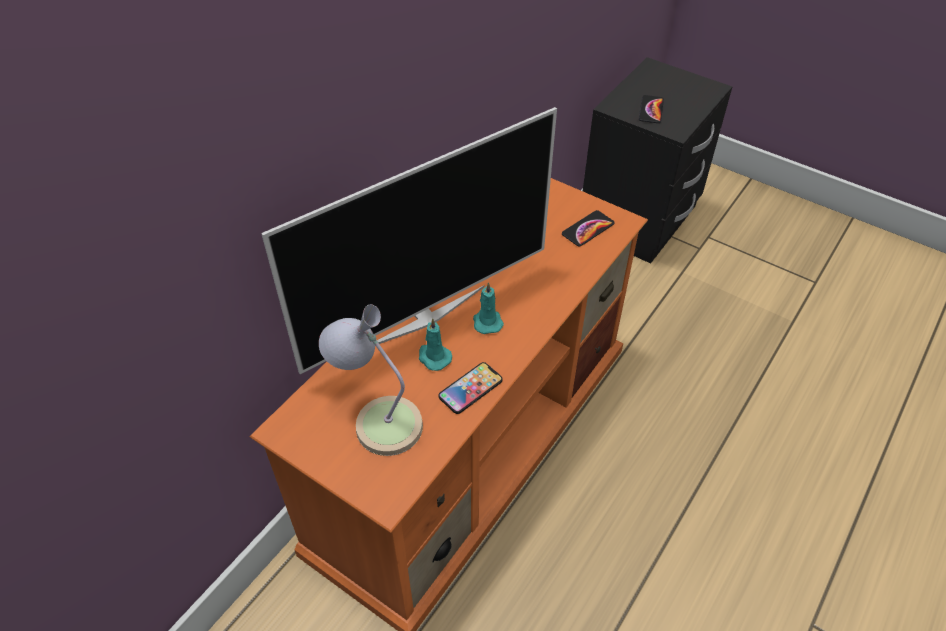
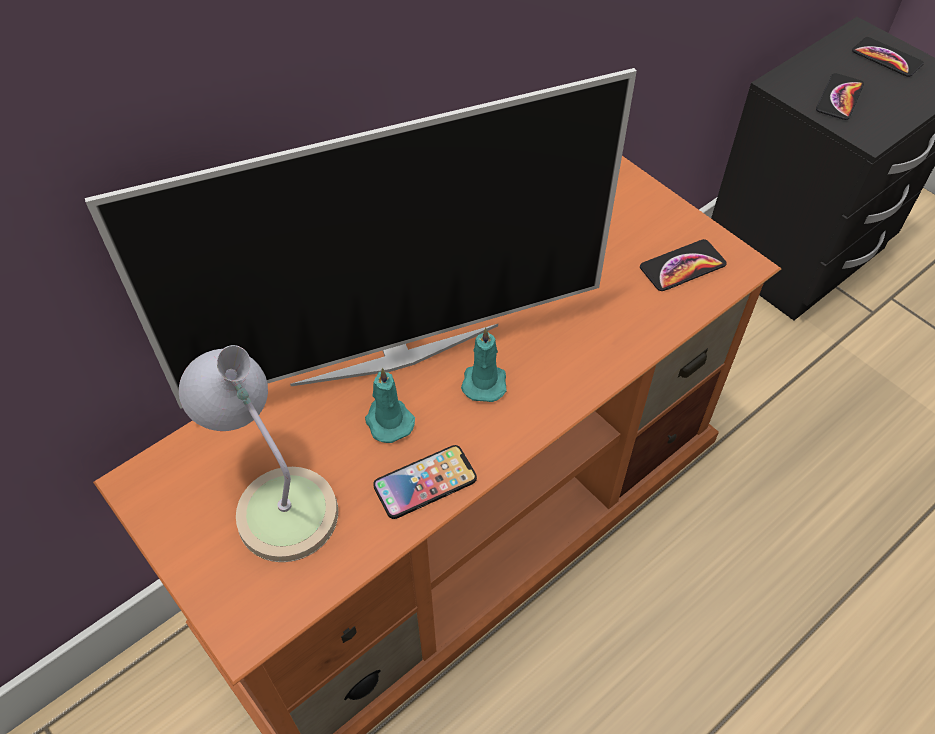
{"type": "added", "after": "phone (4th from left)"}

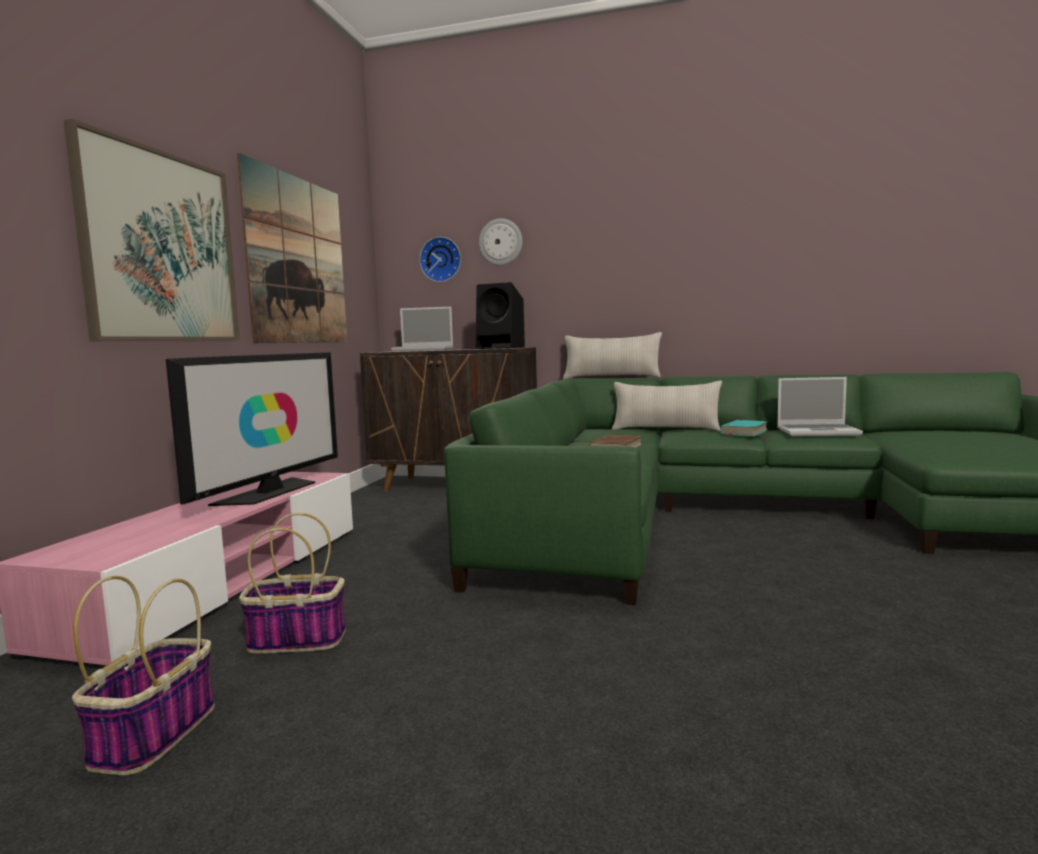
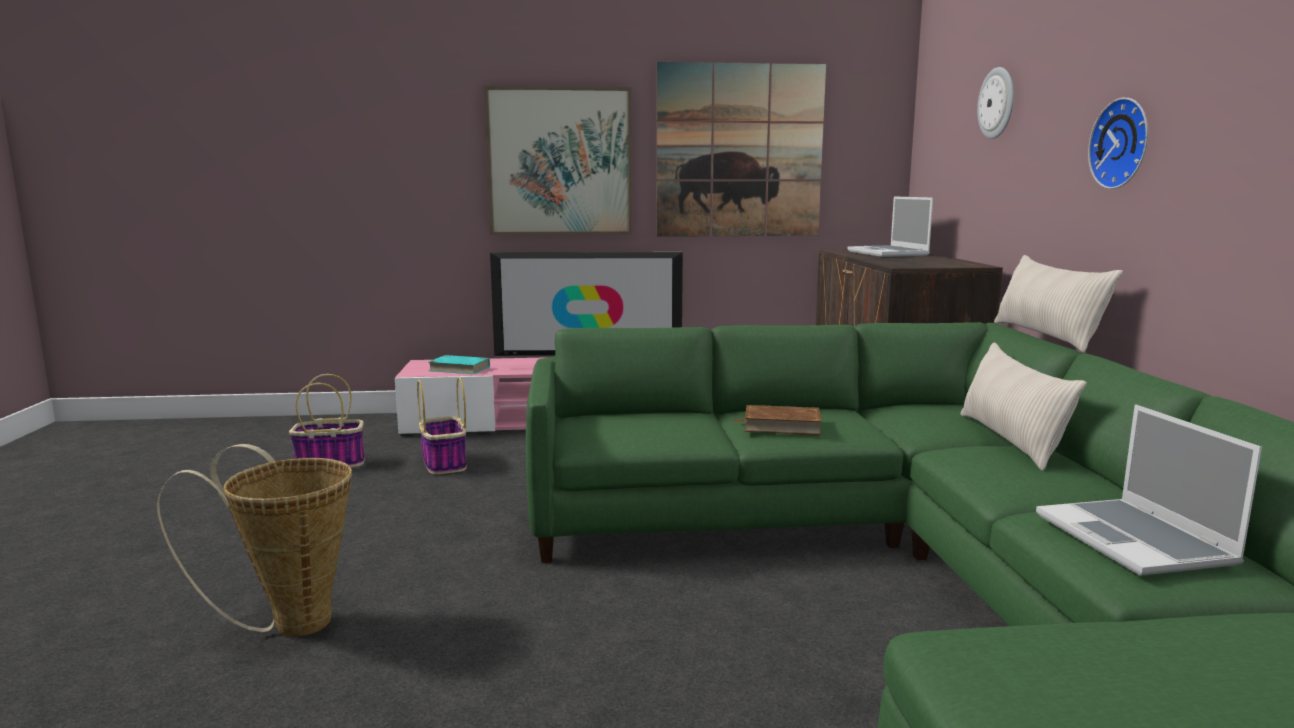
{"type": "moved", "before": "wall clock (1st from left in the first image)", "after": "wall clock (2nd from left)"}
{"type": "removed", "before": "black speaker"}
{"type": "moved", "before": "turquoise book"}
{"type": "added", "after": "basket (1st from left)"}

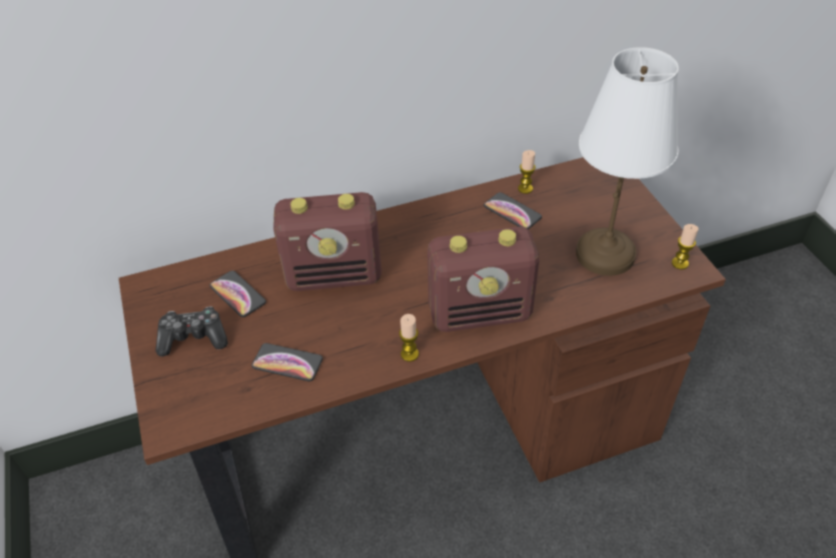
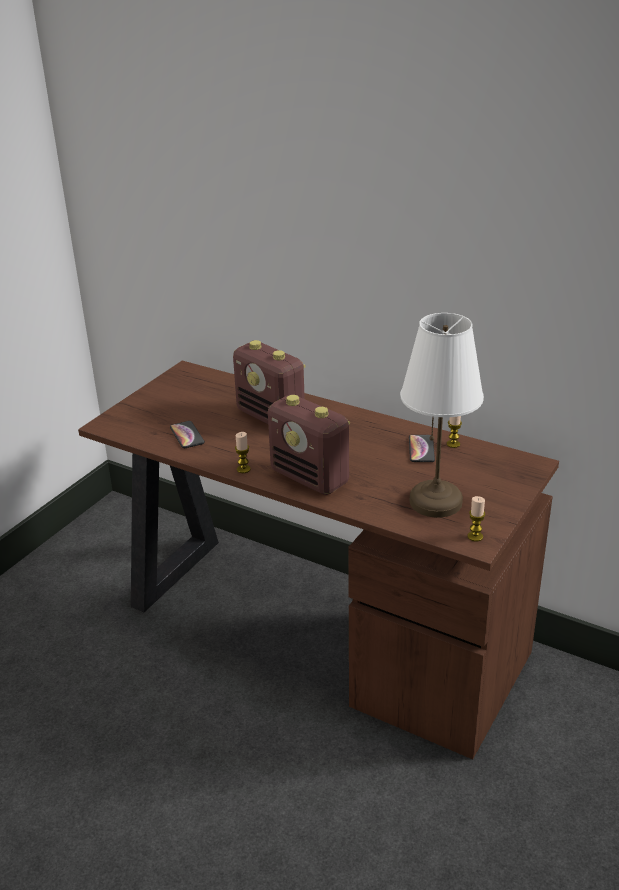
{"type": "removed", "before": "phone (1st from left)"}
{"type": "removed", "before": "game controller"}

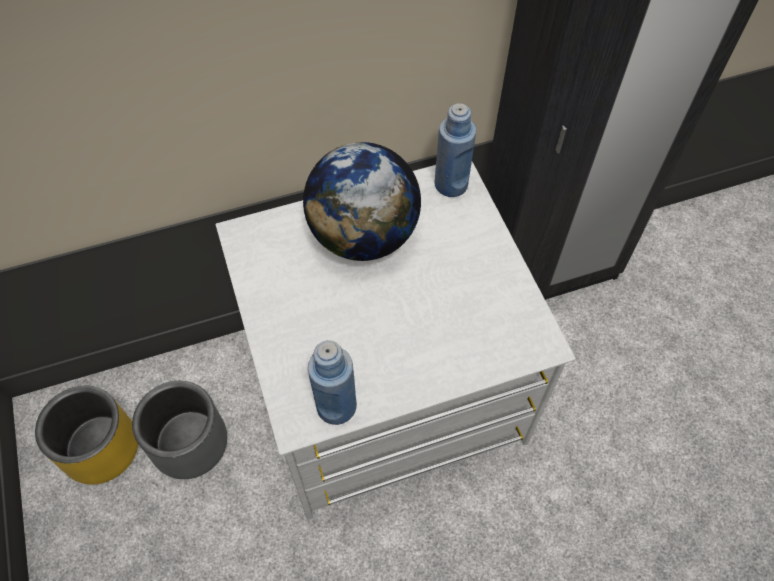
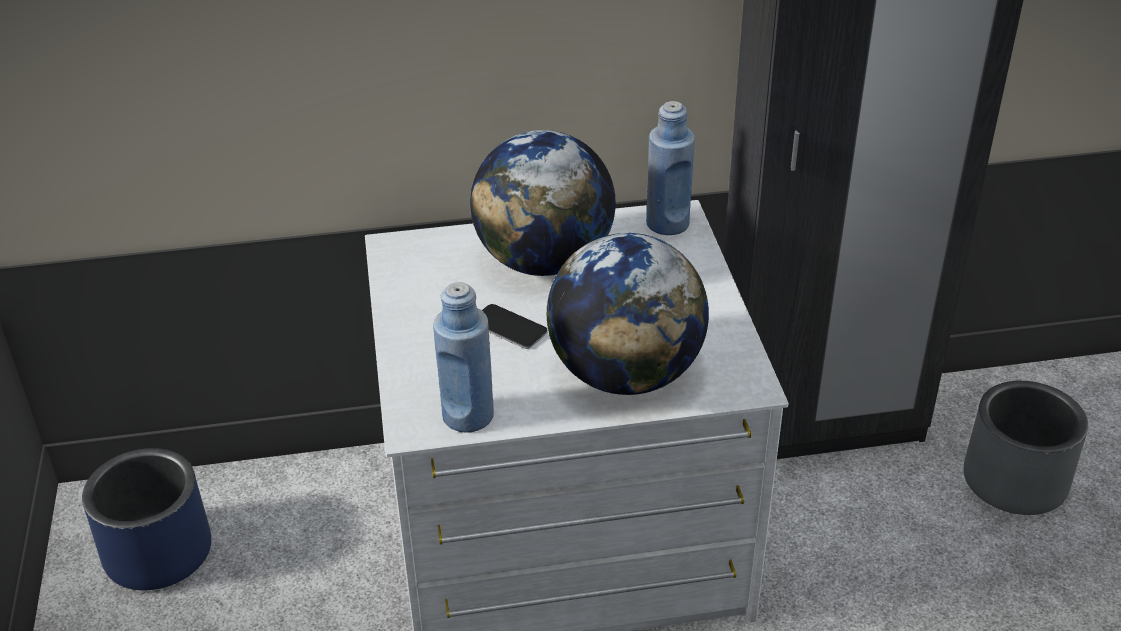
{"type": "moved", "before": "grey planter"}
{"type": "recoloured", "before": "yellow planter", "after": "blue planter"}
{"type": "added", "after": "globe (2nd from left)"}
{"type": "added", "after": "phone"}

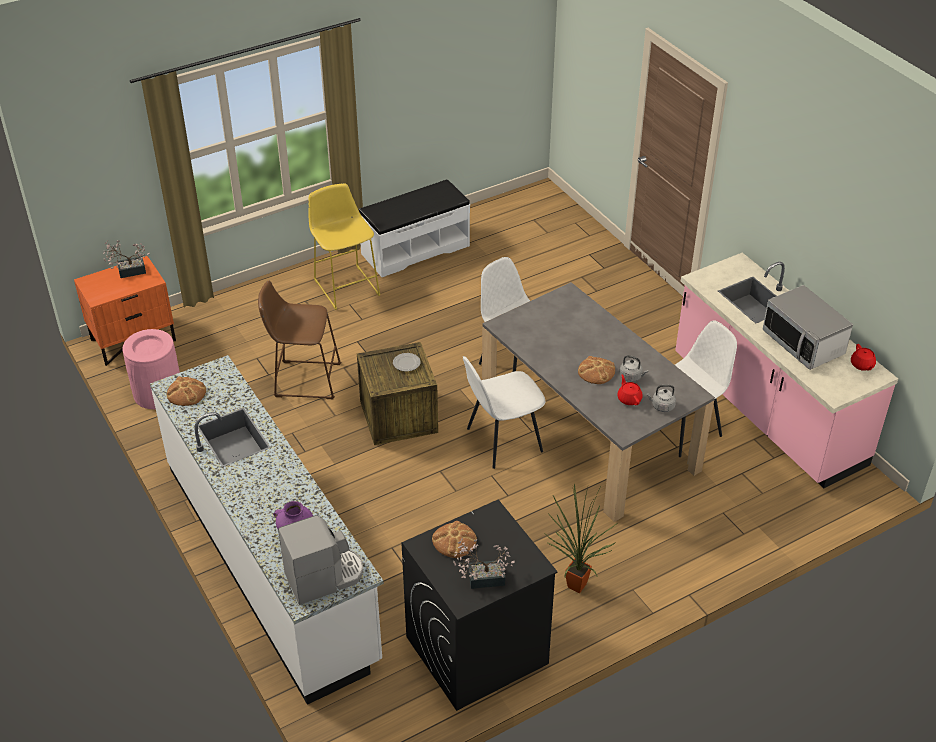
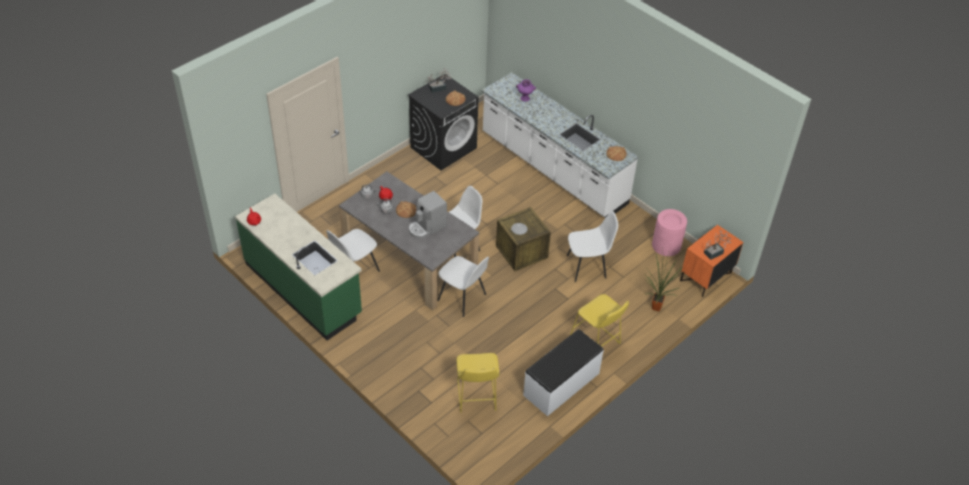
{"type": "recoloured", "before": "pink counter", "after": "green counter"}
{"type": "replaced", "before": "brown stool", "after": "white chair (4th from left)"}
{"type": "removed", "before": "microwave"}
{"type": "moved", "before": "potted plant (3rd from left in the first image)", "after": "potted plant (2nd from left)"}
{"type": "moved", "before": "coffee machine"}
{"type": "added", "after": "yellow stool (1st from left)"}

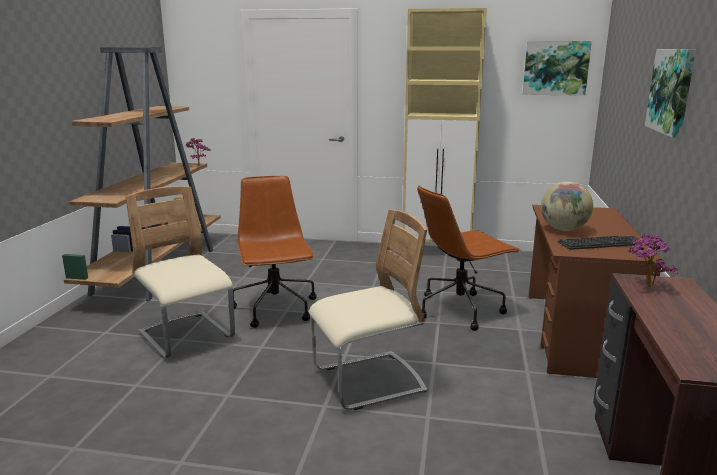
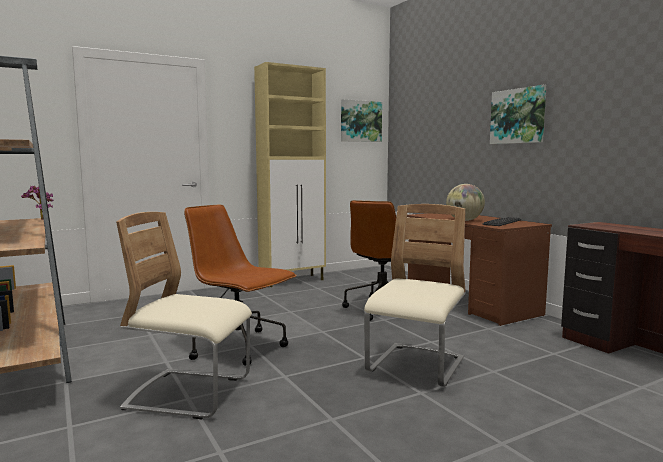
{"type": "removed", "before": "potted plant (2nd from left)"}

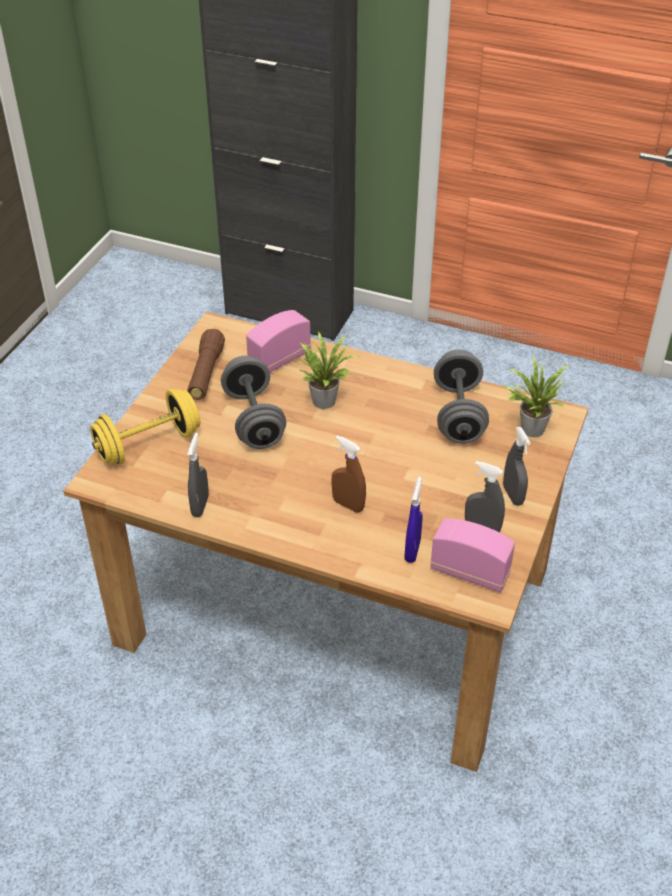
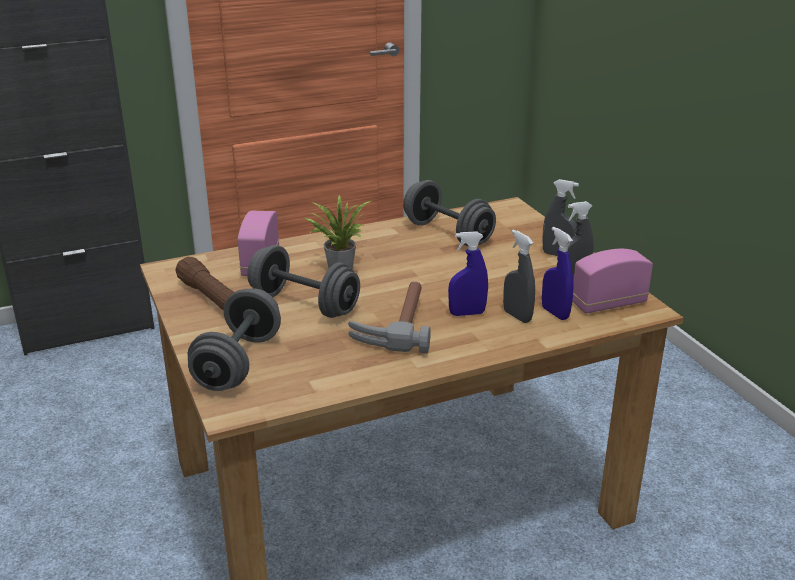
{"type": "removed", "before": "potted plant (2nd from left)"}
{"type": "recoloured", "before": "yellow dumbbell", "after": "grey dumbbell (1st from left)"}
{"type": "moved", "before": "grey spray bottle (1st from left)"}
{"type": "recoloured", "before": "brown spray bottle", "after": "blue spray bottle (1st from left)"}
{"type": "added", "after": "hammer"}

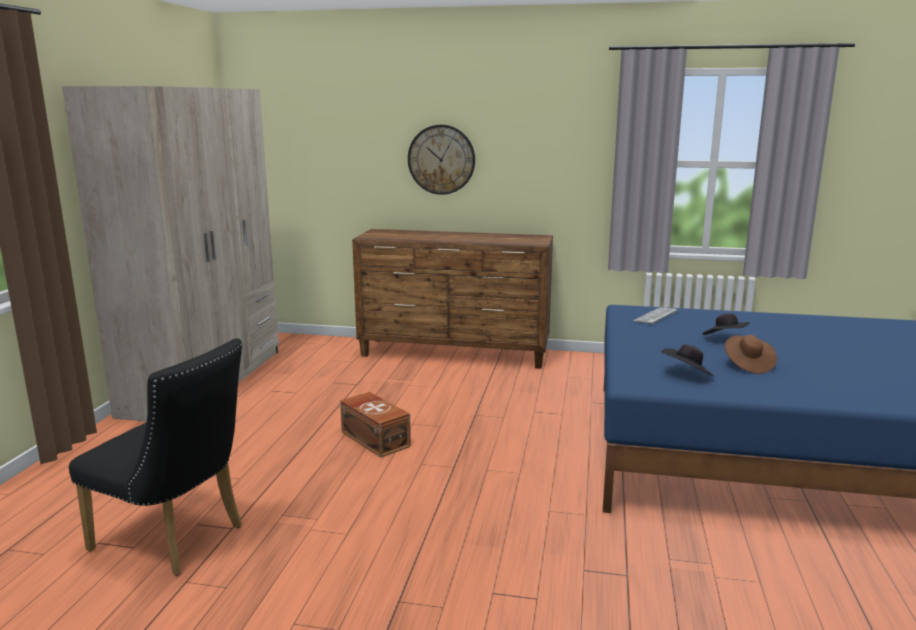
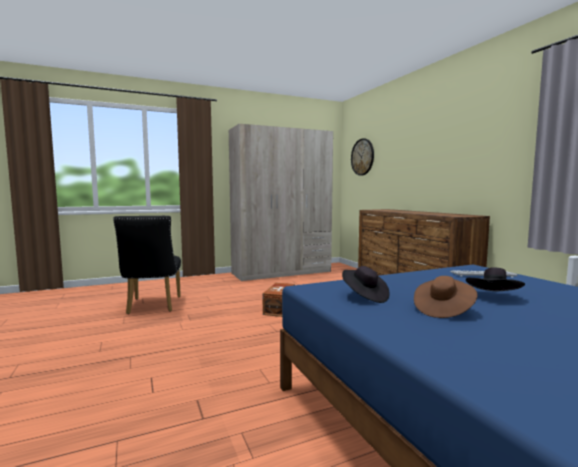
{"type": "moved", "before": "wall clock"}

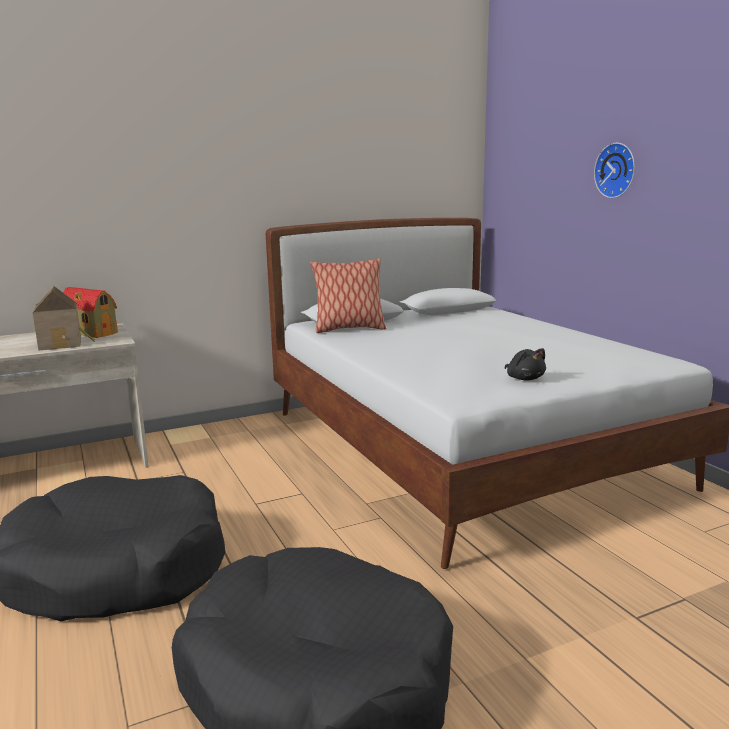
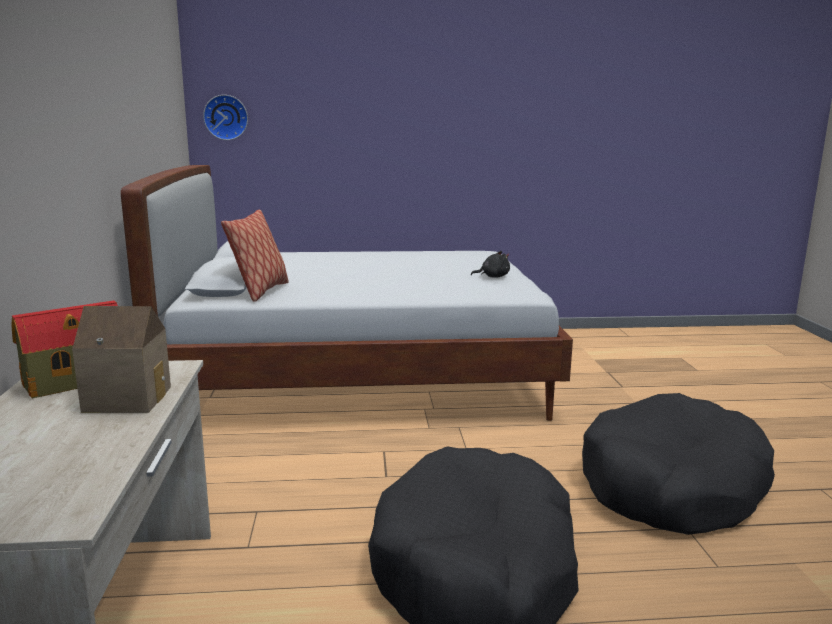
{"type": "moved", "before": "wall clock"}

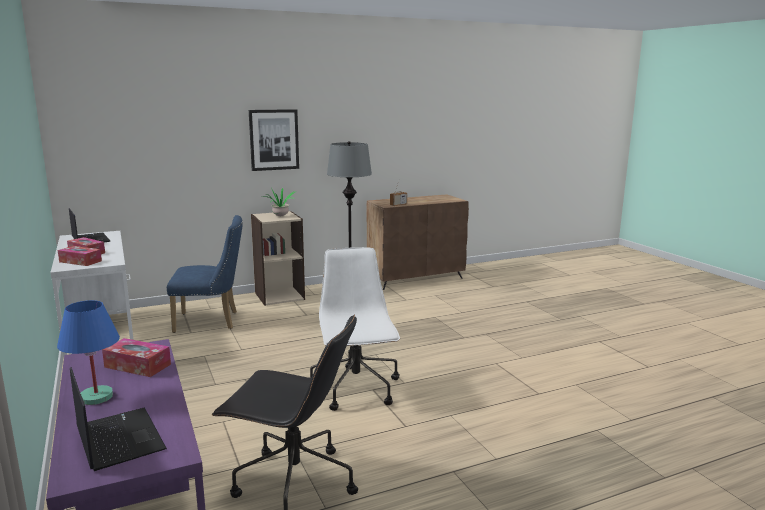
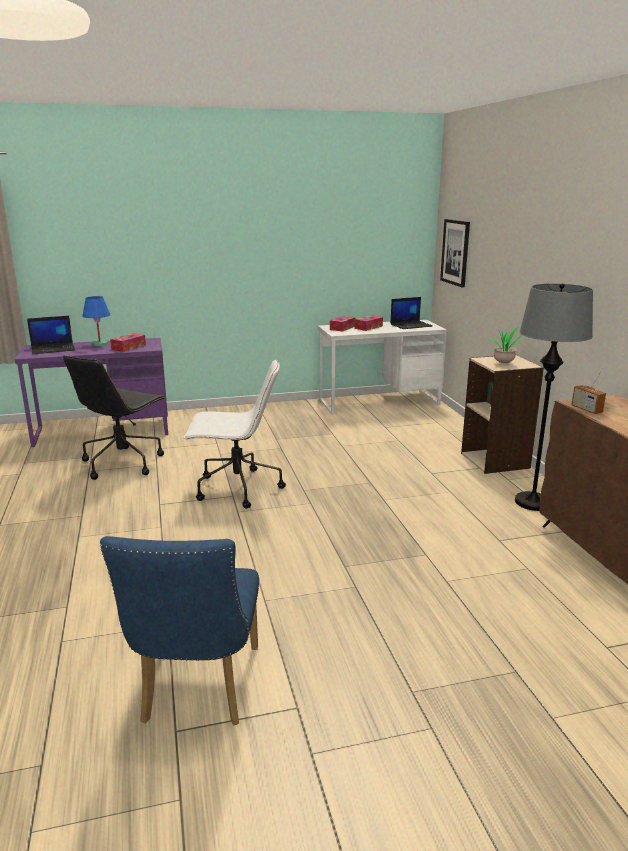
{"type": "moved", "before": "picture"}
{"type": "moved", "before": "blue chair"}

